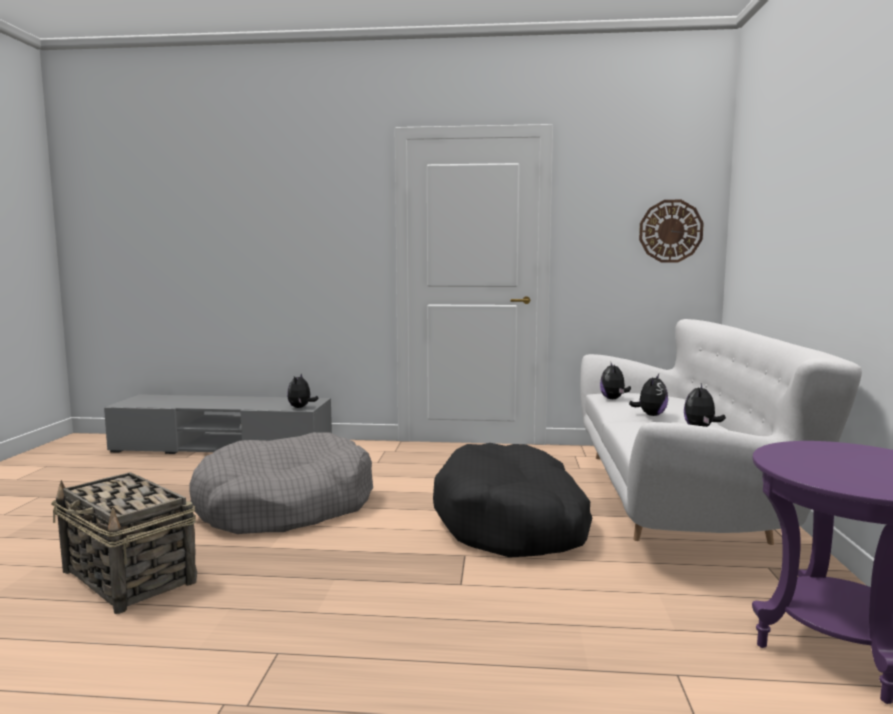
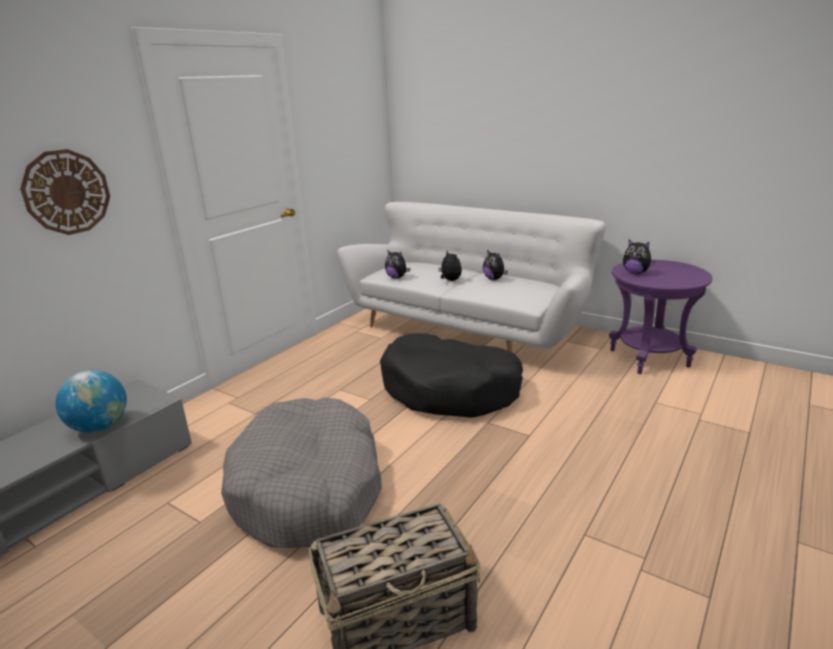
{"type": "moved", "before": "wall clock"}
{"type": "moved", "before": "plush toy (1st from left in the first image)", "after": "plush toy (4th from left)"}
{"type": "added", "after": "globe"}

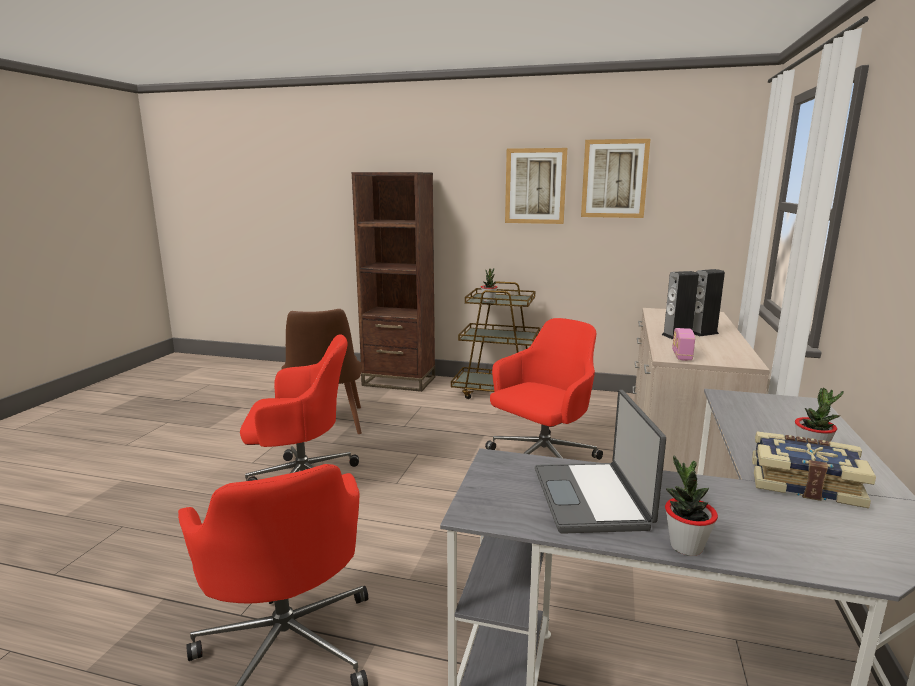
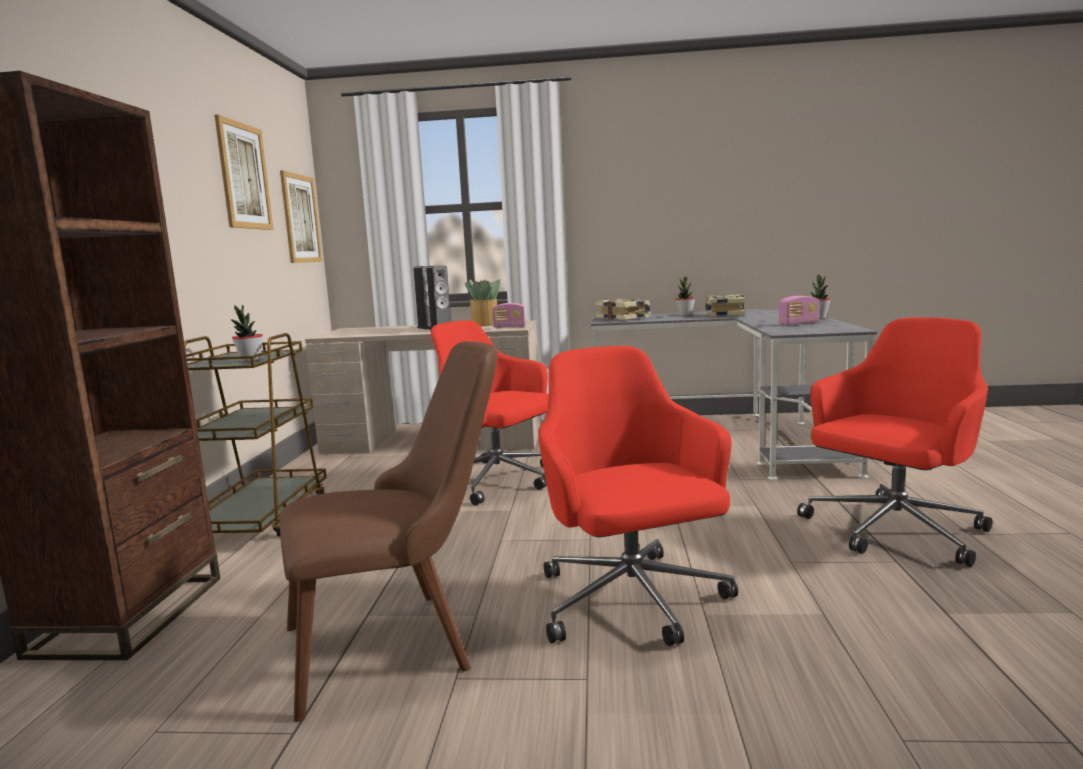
{"type": "moved", "before": "picture (1st from left in the first image)", "after": "picture (2nd from left)"}
{"type": "replaced", "before": "laptop", "after": "radio (2nd from left)"}
{"type": "added", "after": "potted plant (2nd from left)"}
{"type": "added", "after": "book (1st from left)"}

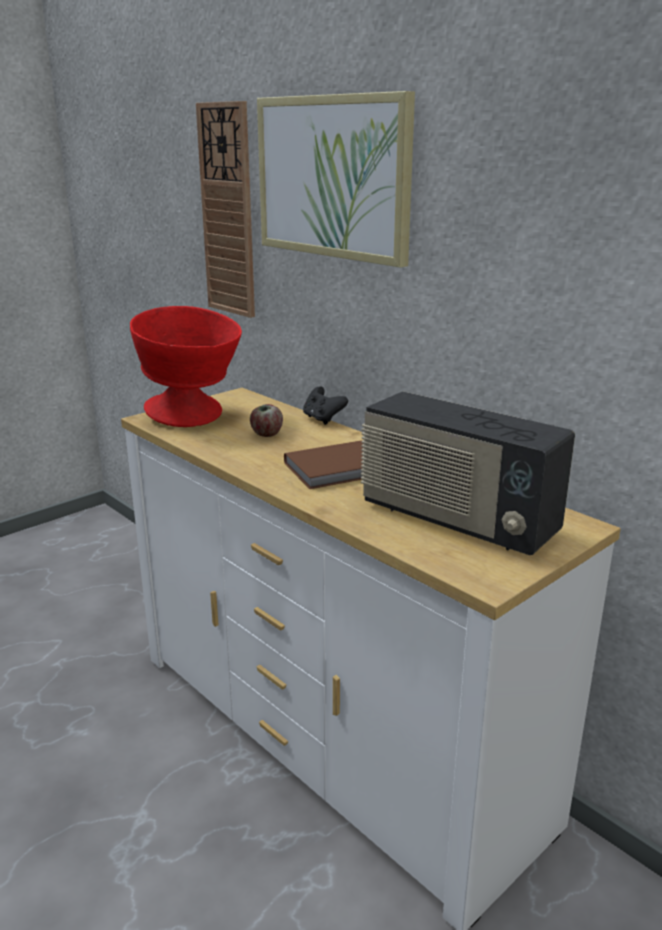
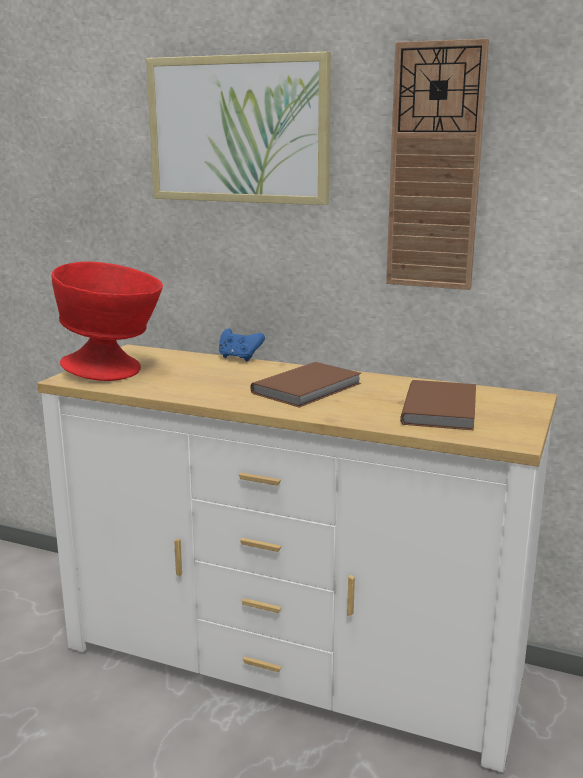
{"type": "moved", "before": "wall clock"}
{"type": "recoloured", "before": "black game controller", "after": "blue game controller"}
{"type": "replaced", "before": "radio", "after": "brown book (2nd from left)"}
{"type": "removed", "before": "apple"}

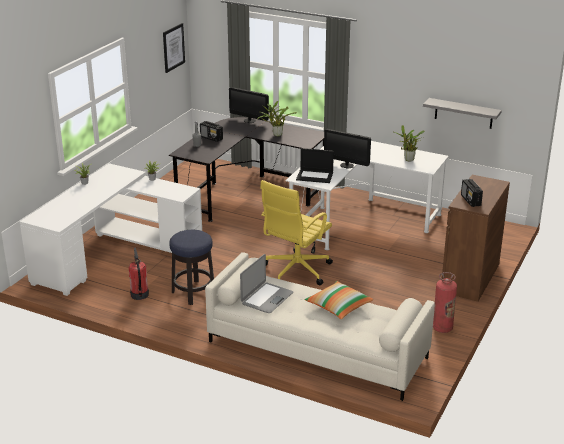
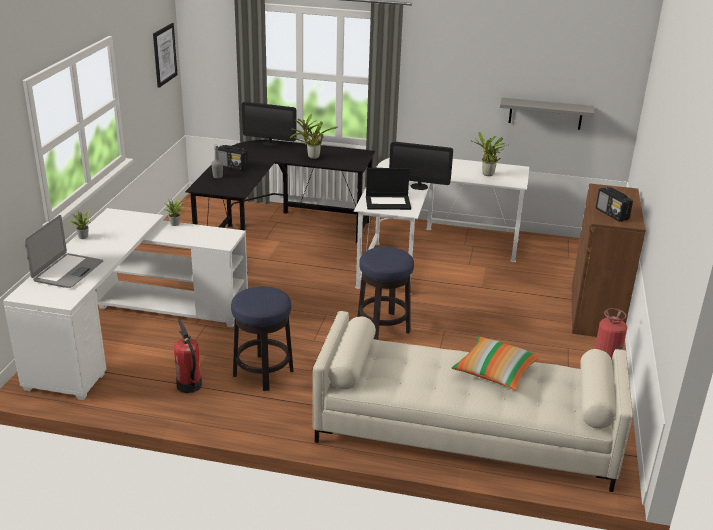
{"type": "replaced", "before": "yellow office chair", "after": "stool (2nd from left)"}
{"type": "moved", "before": "laptop (1st from left)"}

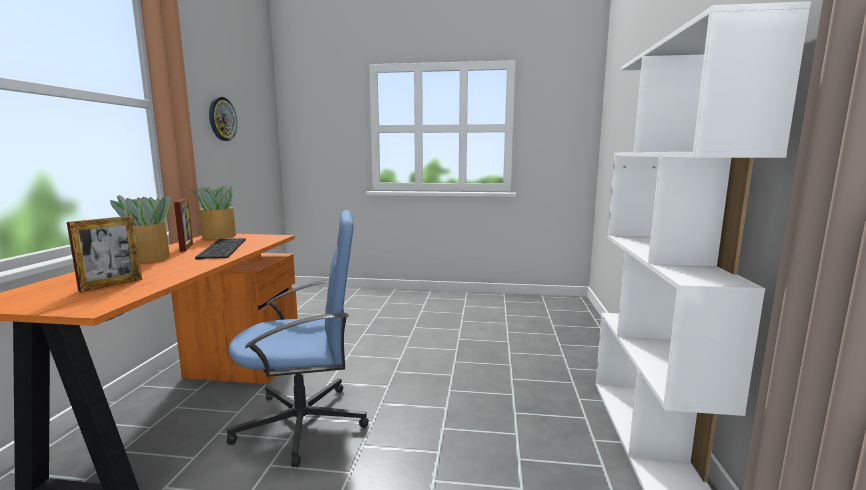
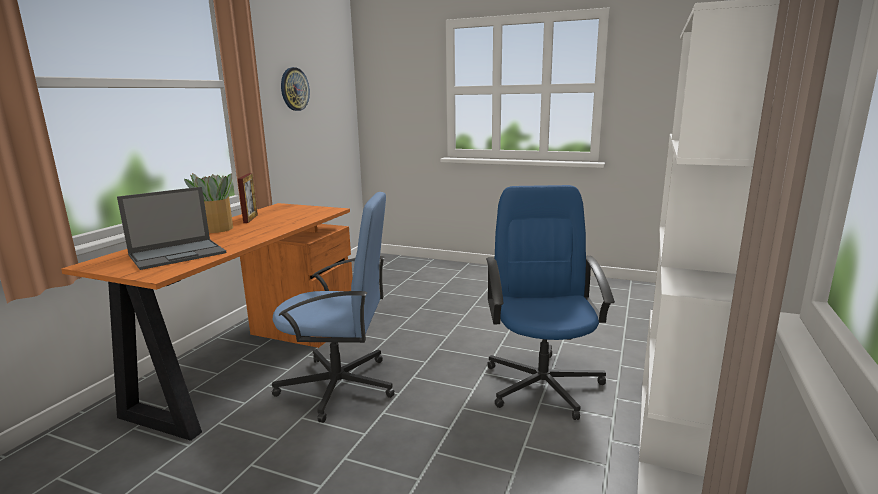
{"type": "removed", "before": "potted plant (2nd from left)"}
{"type": "replaced", "before": "picture frame (1st from left)", "after": "laptop"}
{"type": "removed", "before": "keyboard"}
{"type": "added", "after": "blue office chair (2nd from left)"}

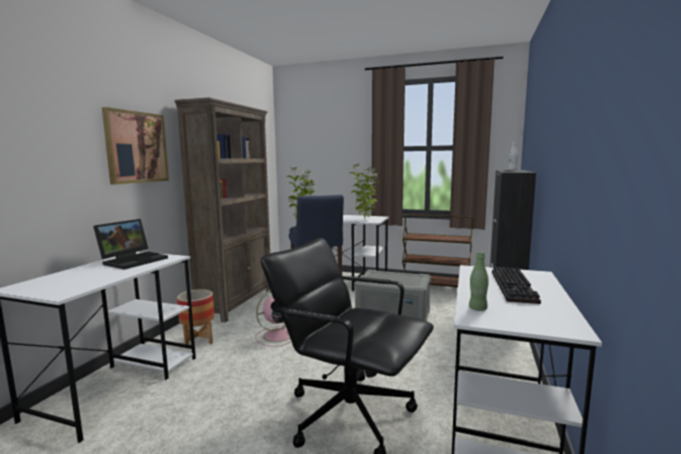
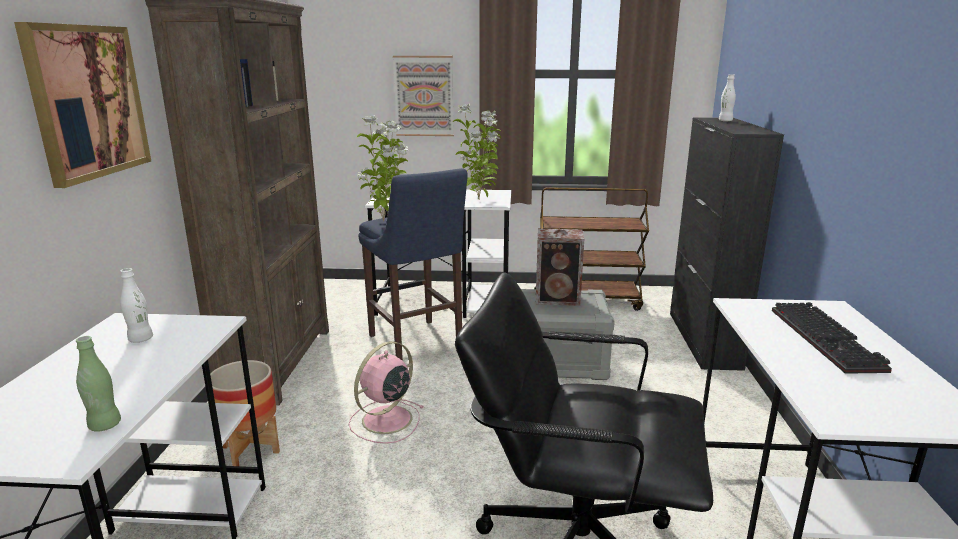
{"type": "replaced", "before": "laptop", "after": "white bottle (1st from left)"}
{"type": "moved", "before": "green bottle"}
{"type": "added", "after": "picture (2nd from left)"}
{"type": "added", "after": "speaker"}

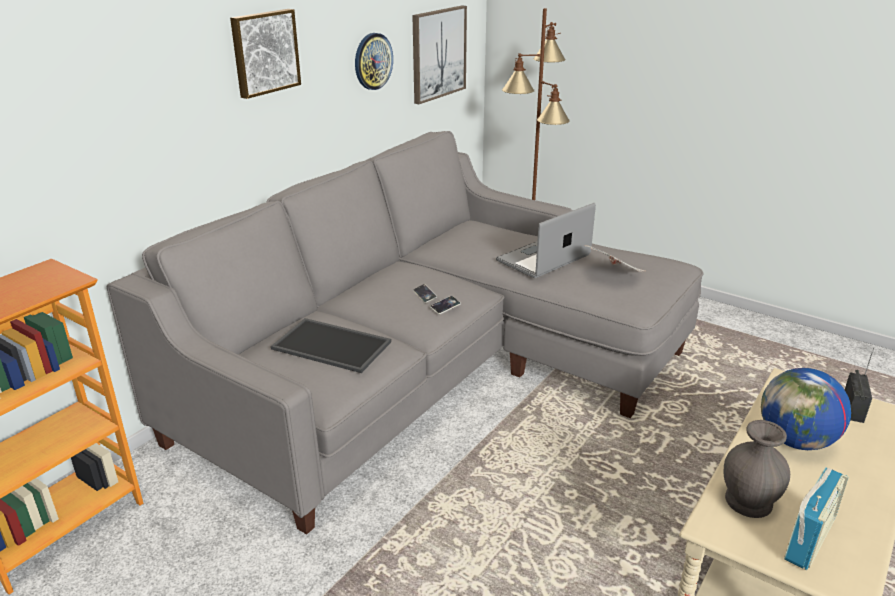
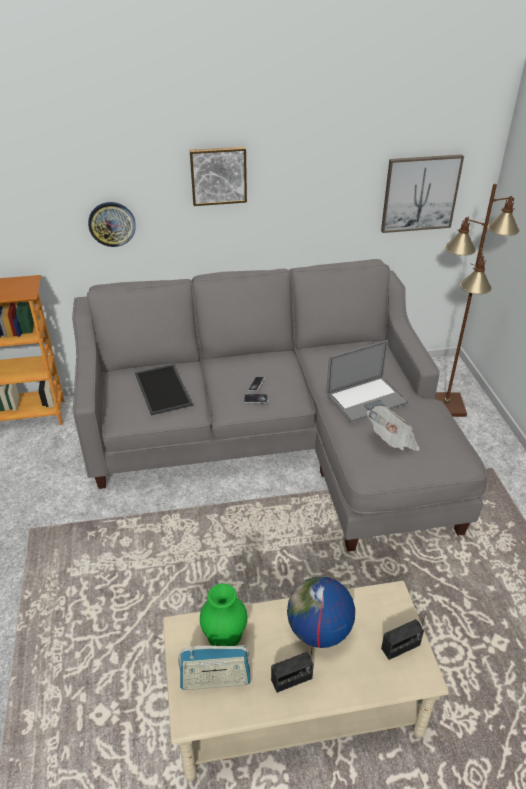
{"type": "moved", "before": "wall clock"}
{"type": "turned", "before": "laptop", "turn": 150}
{"type": "recoloured", "before": "grey vase", "after": "green vase"}
{"type": "added", "after": "radio (2nd from left)"}

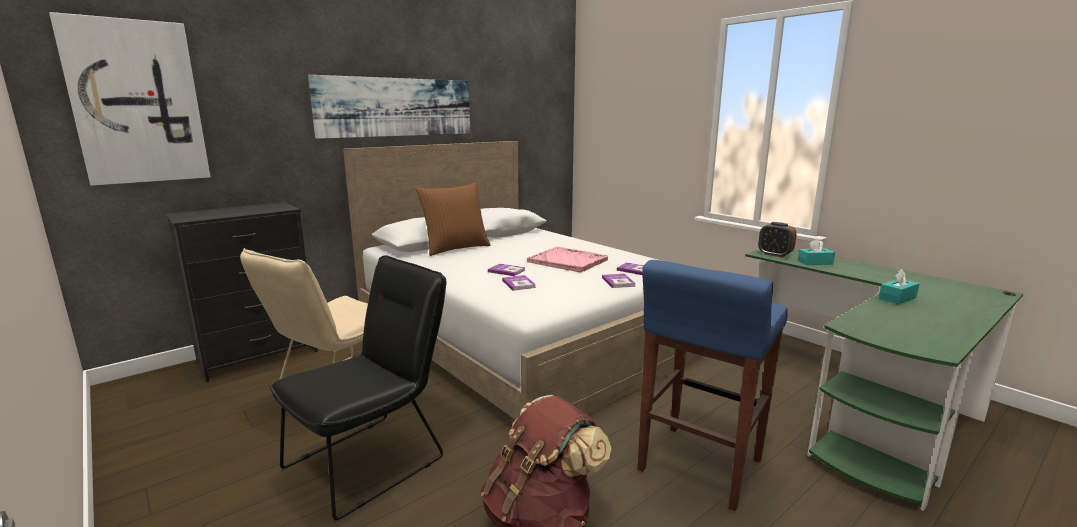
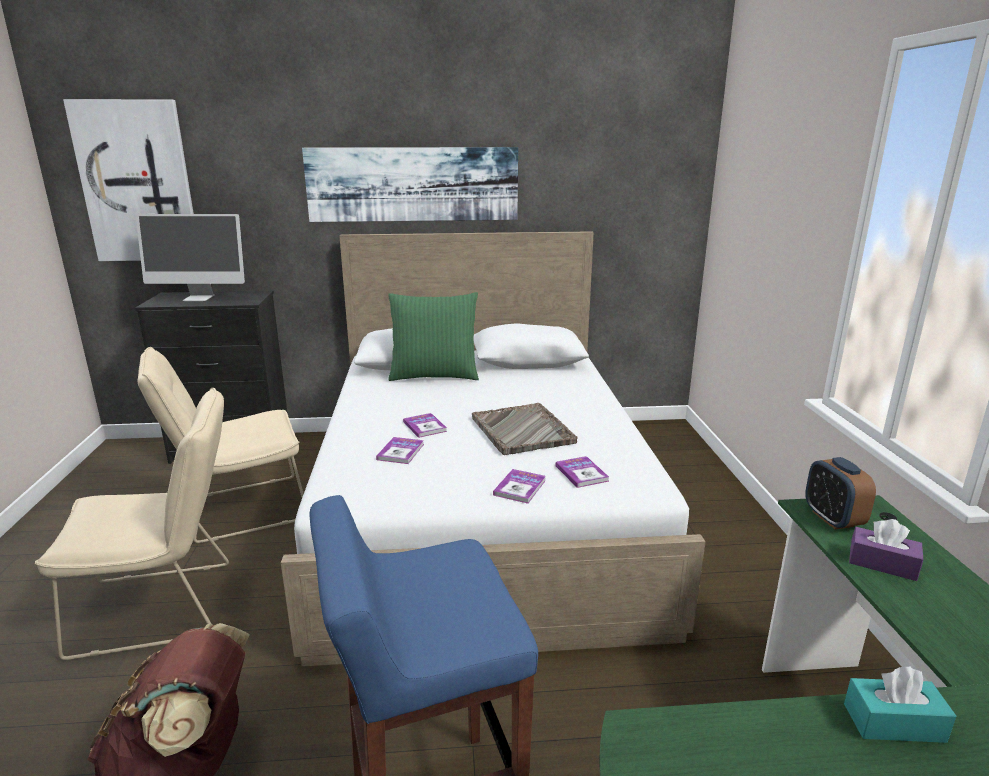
{"type": "recoloured", "before": "brown pillow", "after": "green pillow"}
{"type": "recoloured", "before": "turquoise tissue box (1st from left)", "after": "purple tissue box"}
{"type": "recoloured", "before": "pink tray", "after": "grey tray"}
{"type": "recoloured", "before": "black chair", "after": "beige chair (1st from left)"}
{"type": "added", "after": "monitor"}

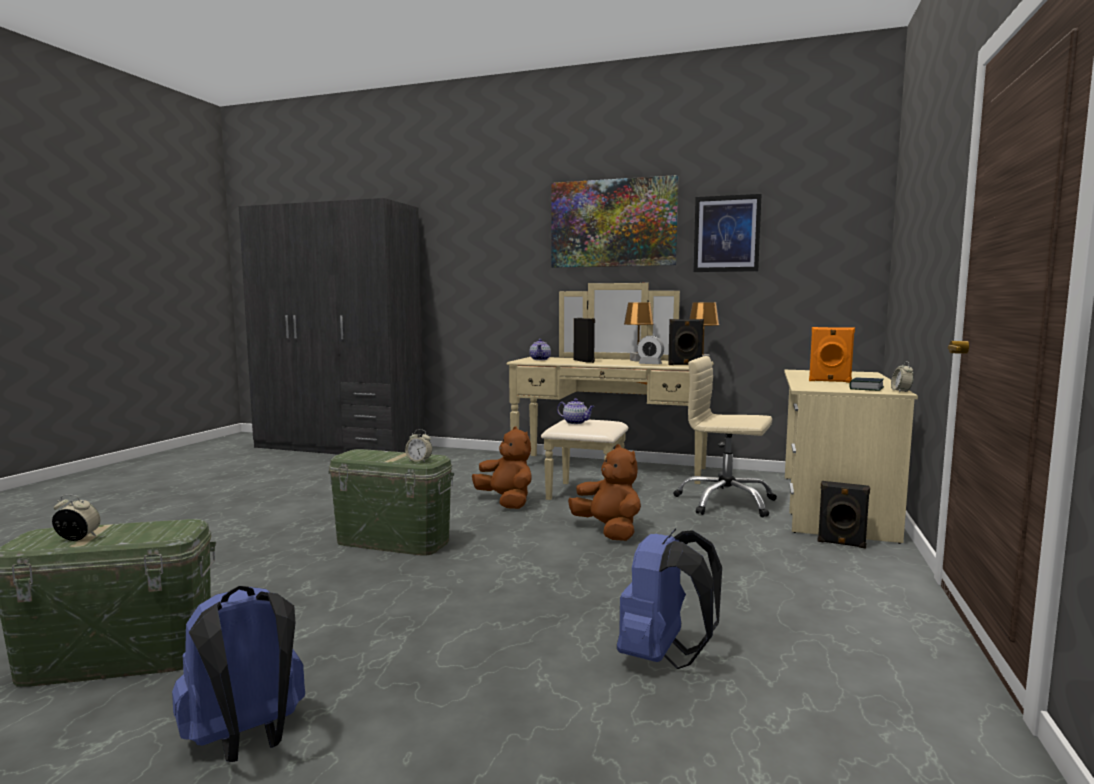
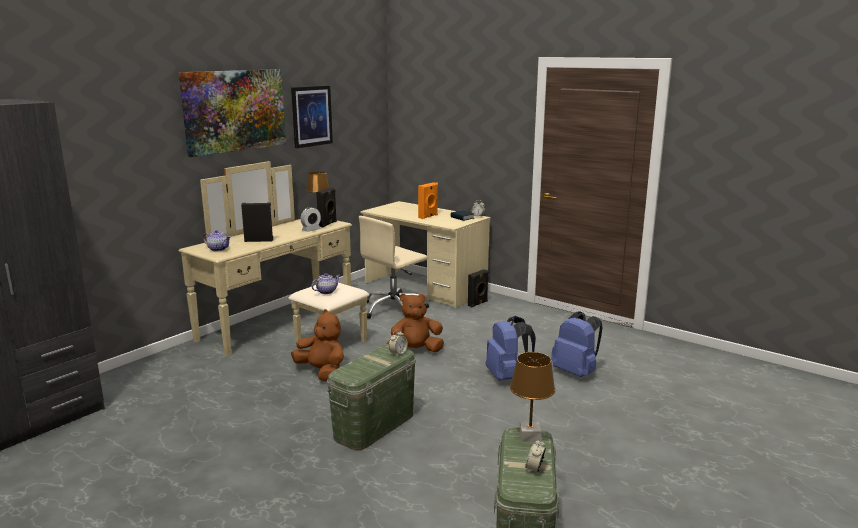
{"type": "moved", "before": "brown table lamp (1st from left in the first image)", "after": "brown table lamp (2nd from left)"}
{"type": "turned", "before": "brown plush toy (1st from left)", "turn": 60}
{"type": "moved", "before": "blue backpack (1st from left)"}

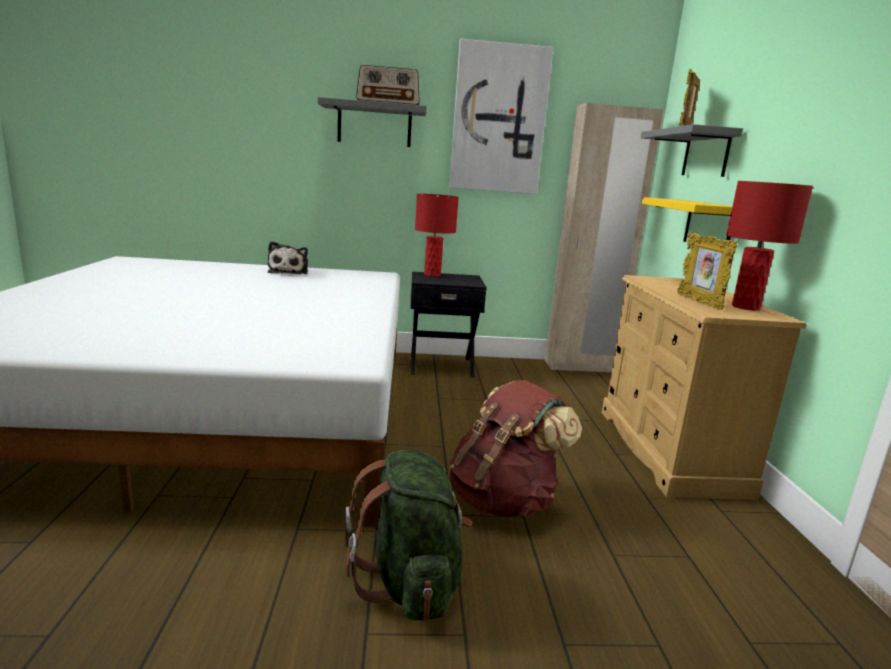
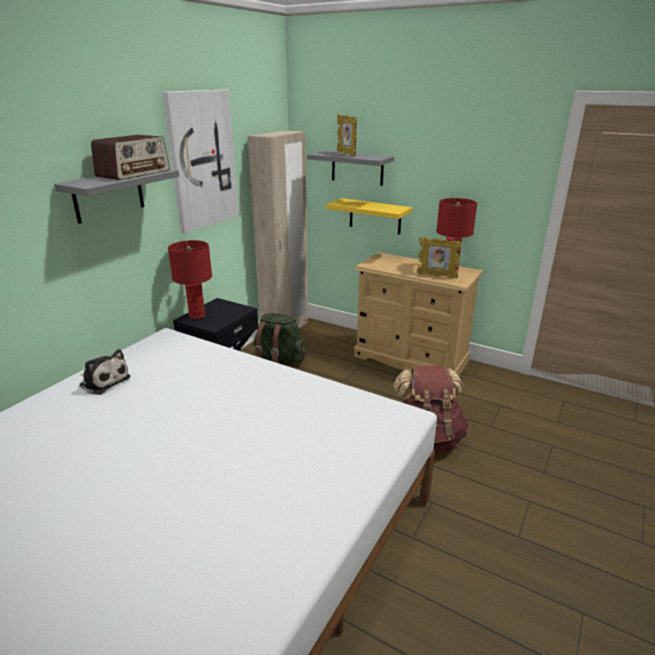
{"type": "moved", "before": "green backpack"}

